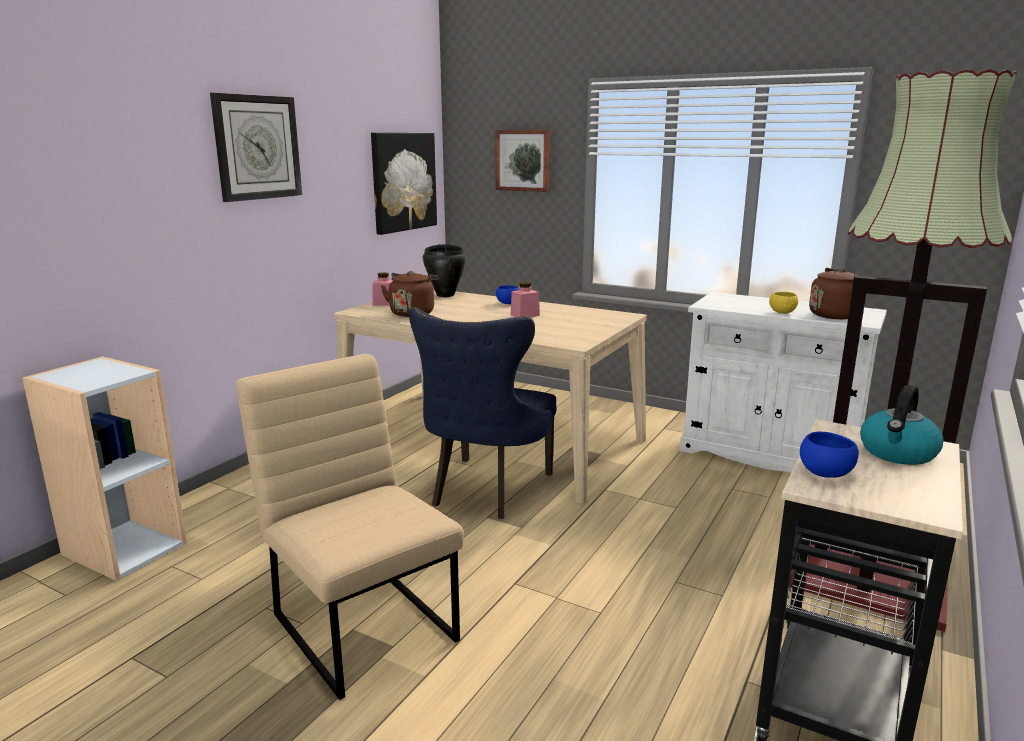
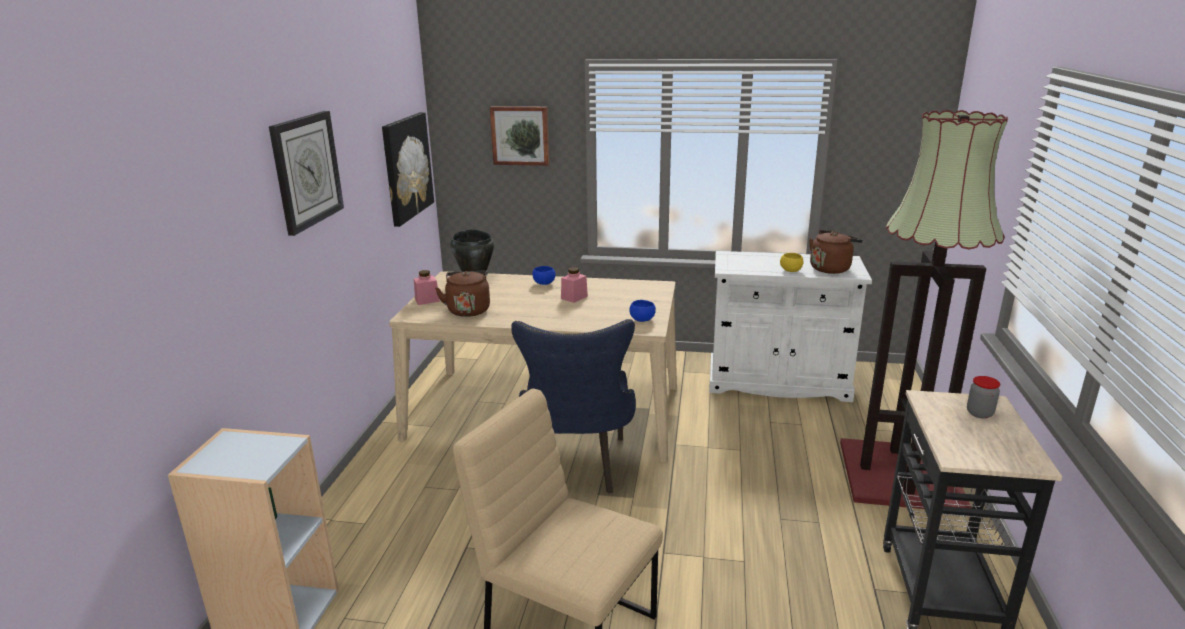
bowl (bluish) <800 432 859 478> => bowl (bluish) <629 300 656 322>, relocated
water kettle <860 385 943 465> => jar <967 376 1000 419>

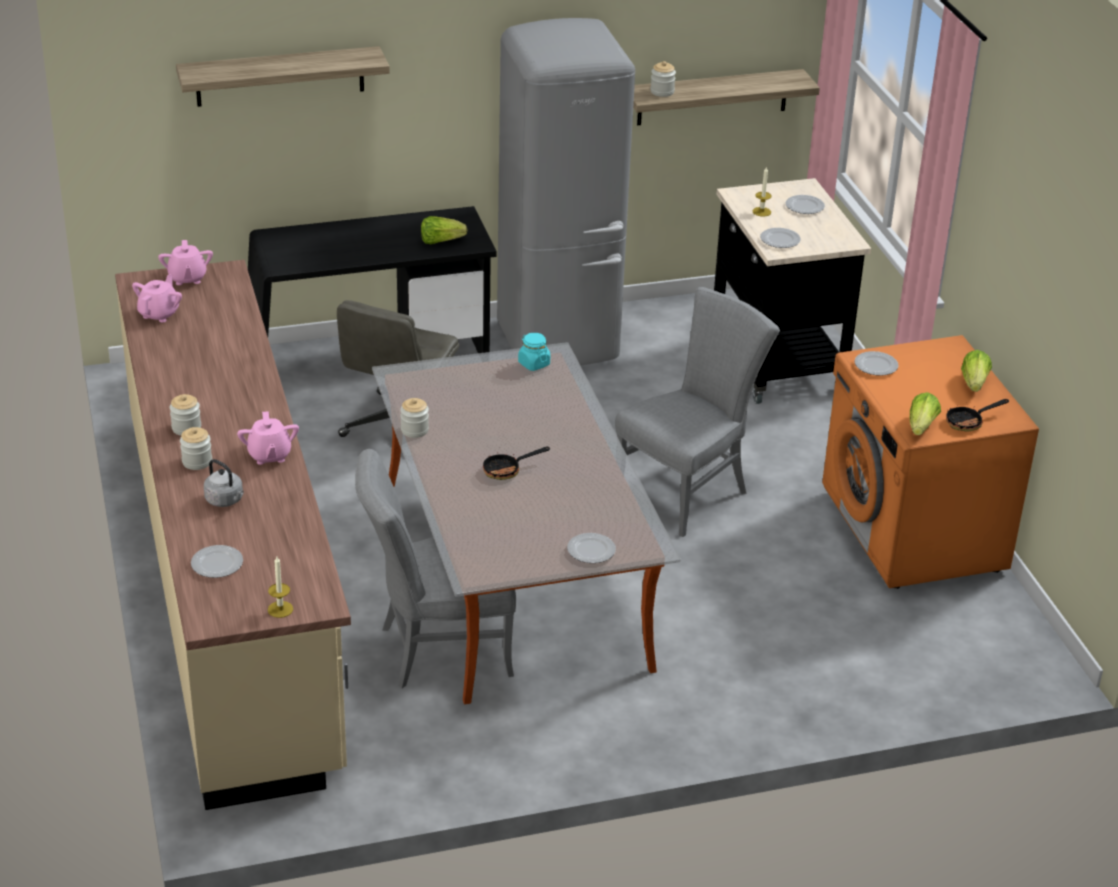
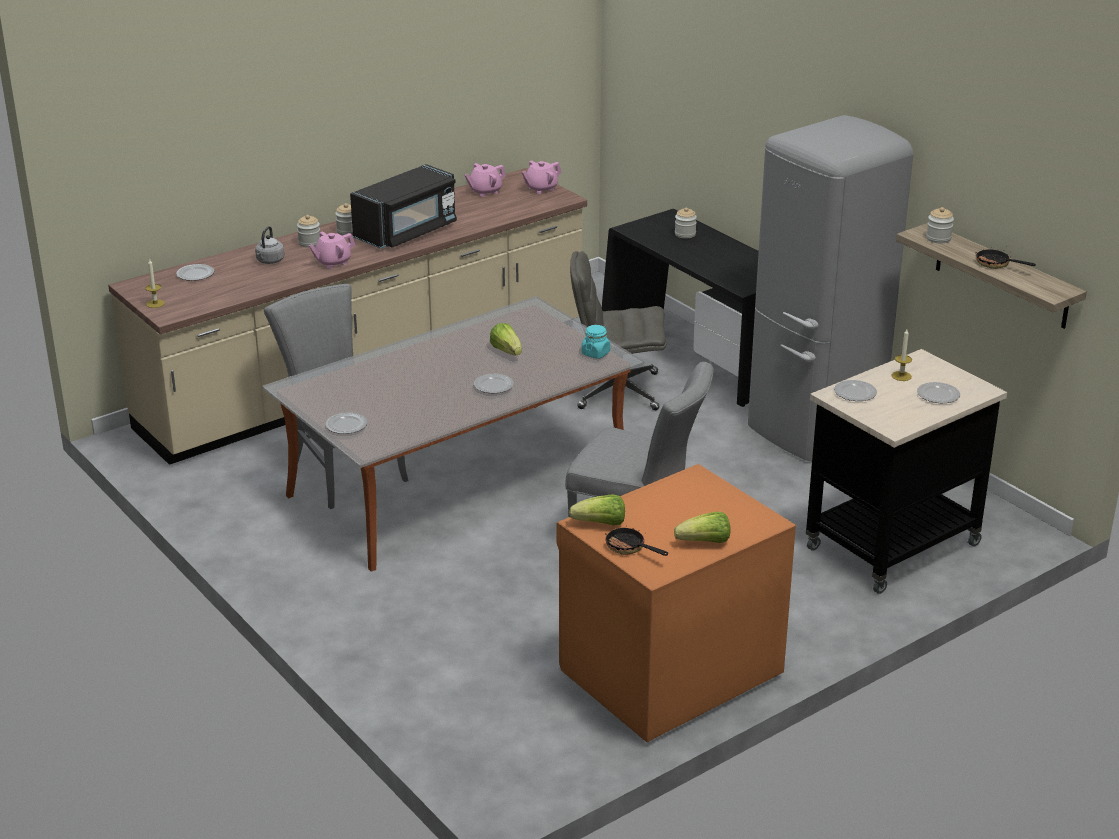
pot for tea (pink) <132 274 182 323> => pot for tea (pink) <465 163 506 197>, 150 degrees clockwise
wall shelf <176 46 390 107> => nothing
jar <400 398 429 438> => jar <675 207 697 239>, relocated
lettuce <421 216 467 244> => lettuce <490 323 522 355>, relocated
pan <483 447 550 480> => pan <976 249 1036 269>, relocated
dinner plate <855 351 899 376> => dinner plate <474 374 514 393>, relocated
nothing => kitchen microwave (blackish) <350 164 457 249>

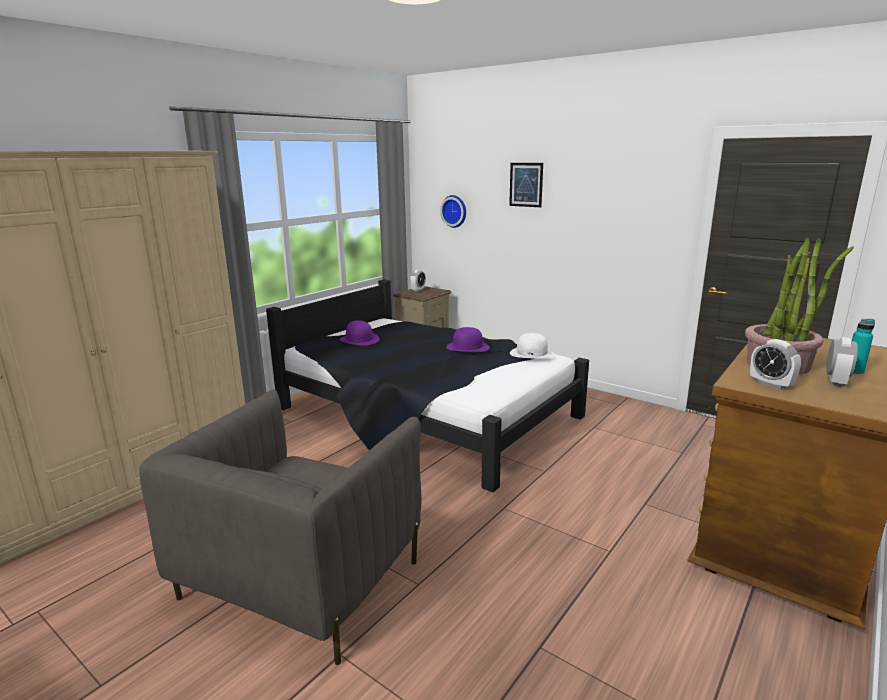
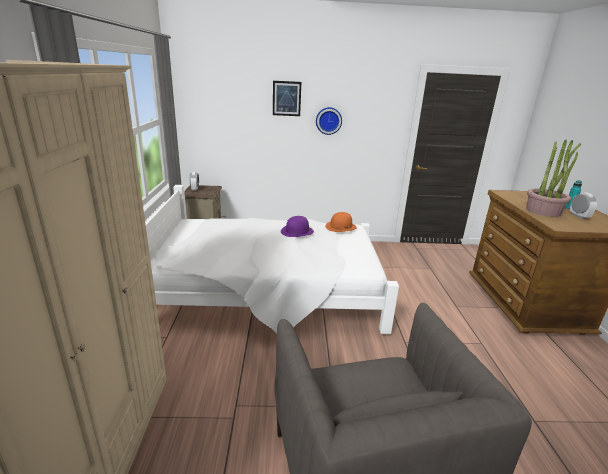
sleeping bed (blackish) <266 279 589 492> => sleeping bed (white) <145 185 399 334>
hat (purple) <340 320 379 345> => nothing
clock on the wall <440 195 466 228> => clock on the wall <316 107 342 135>, relocated
hat (white) <510 333 555 359> => hat (orange) <325 212 357 232>
bedside clock <750 339 801 390> => nothing

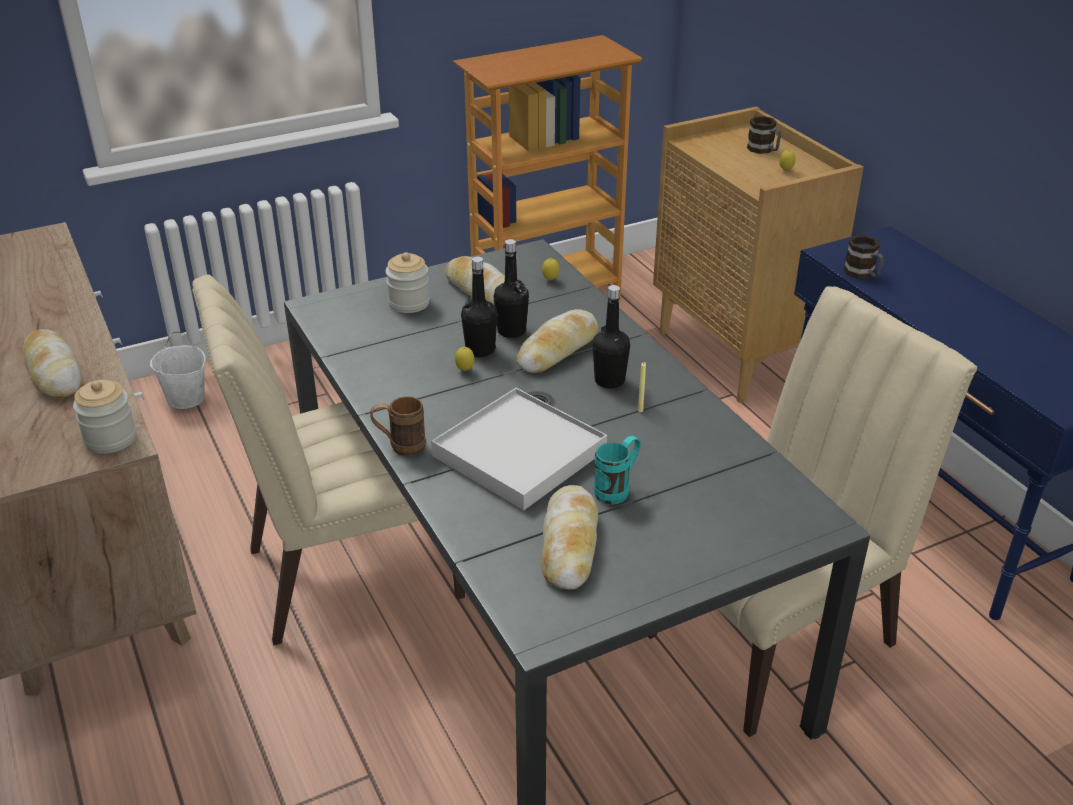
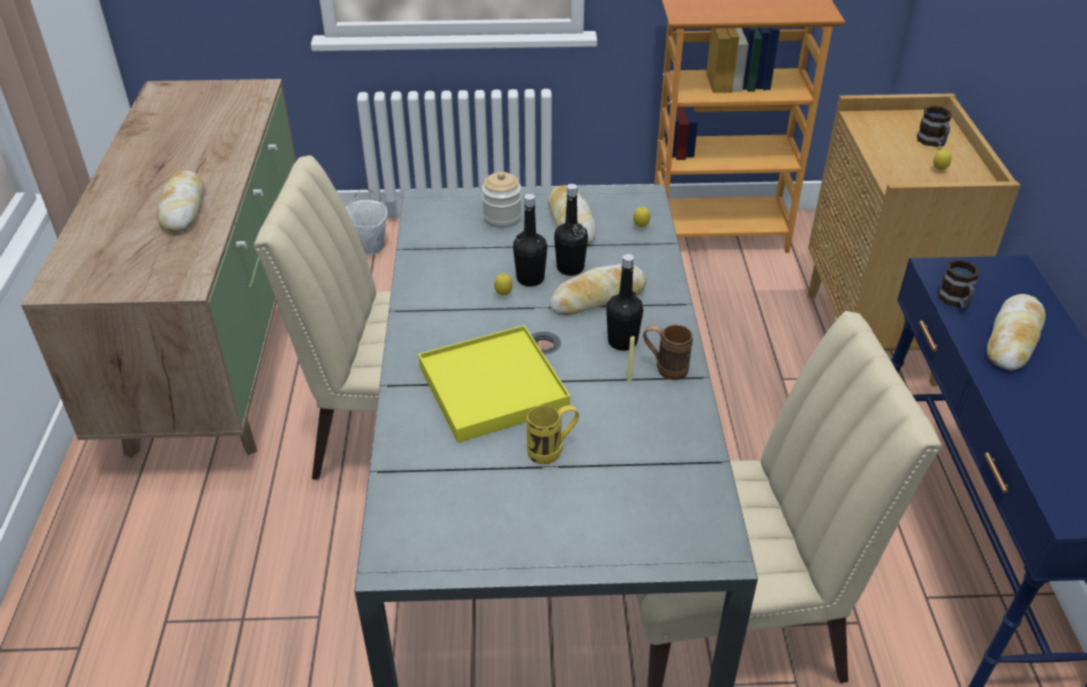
jar <73 380 136 454> => nothing
coffee mug (brown) <370 397 426 457> => coffee mug (brown) <643 325 693 380>, relocated
serving tray (white) <431 388 607 510> => serving tray (yellow) <418 325 570 443>
bread <541 485 598 590> => bread <987 294 1046 371>, relocated
coffee mug (turquoise) <594 436 641 505> => coffee mug (yellow) <526 405 579 464>

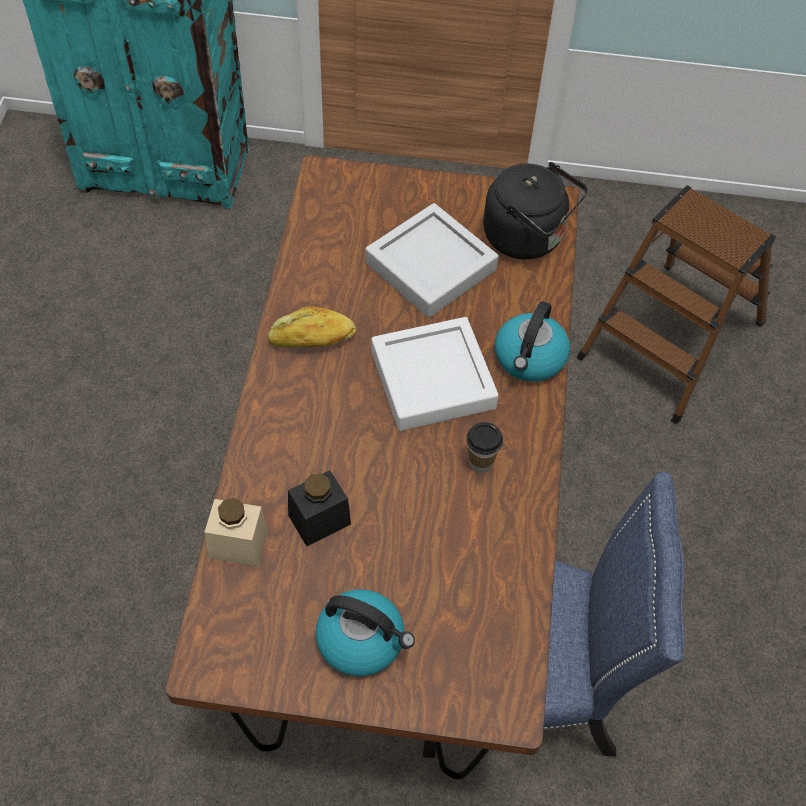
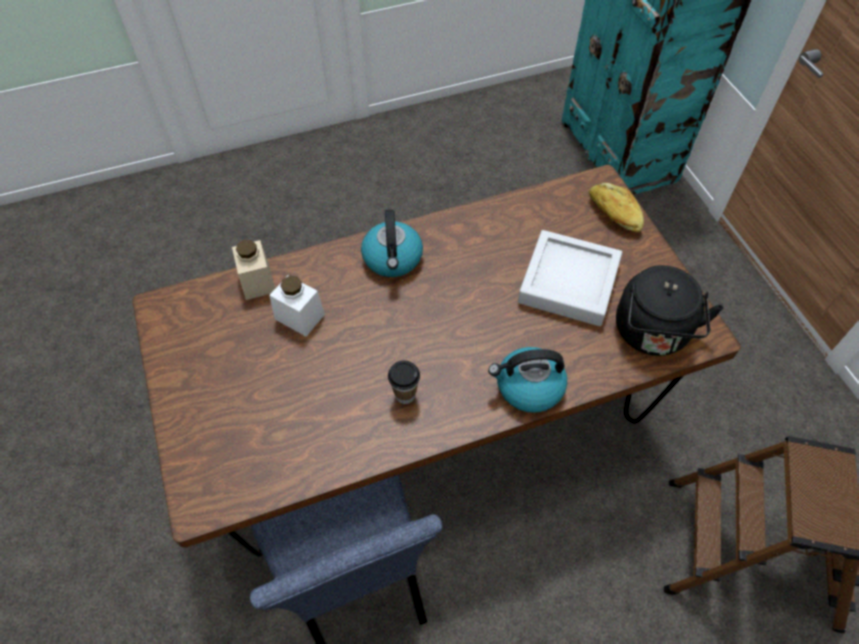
bread <268 306 357 348> => bread <589 183 644 232>, relocated
jar (blackish) <288 470 351 546> => jar (white) <269 275 325 336>
water kettle <315 589 415 676> => water kettle <361 209 423 277>, relocated
serving tray (white) <371 317 499 431> => nothing

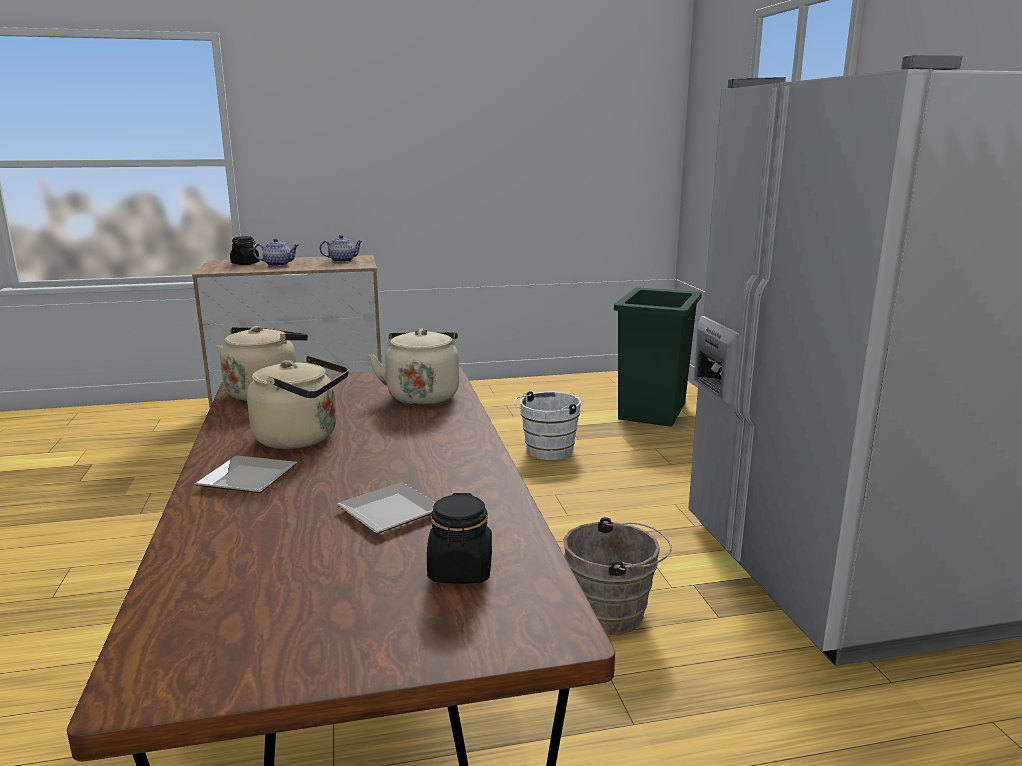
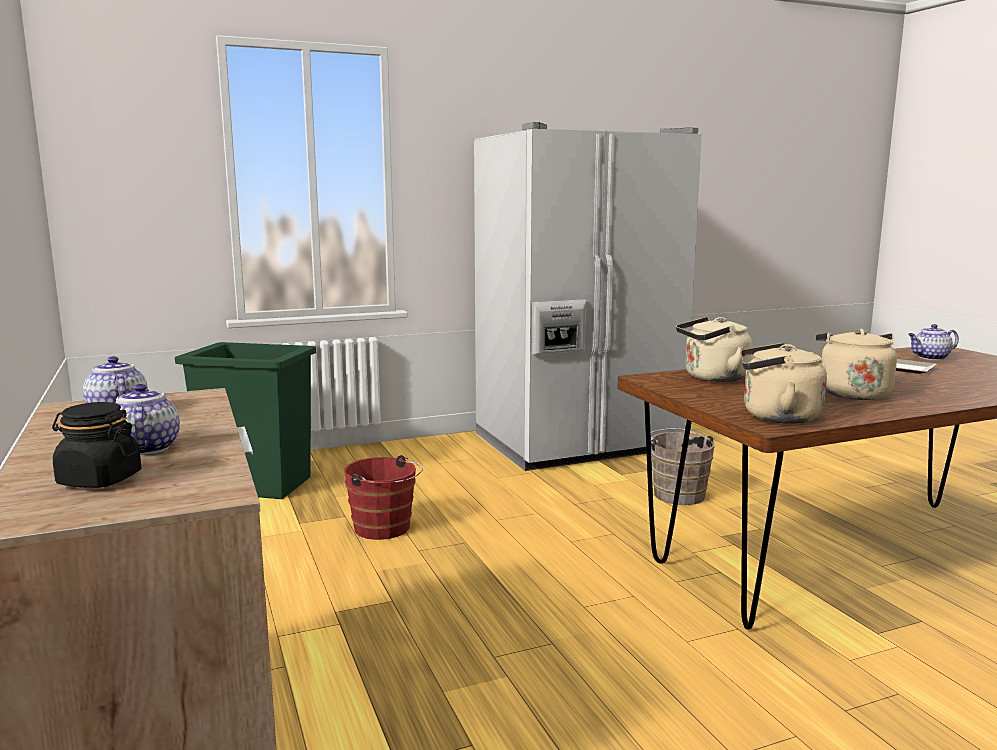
dinner plate <195 456 297 493> => nothing
jar (blackish) <427 493 492 584> => pot for tea <908 324 959 360>
pail (white) <514 391 581 460> => pail (red-coloured) <344 455 423 540>

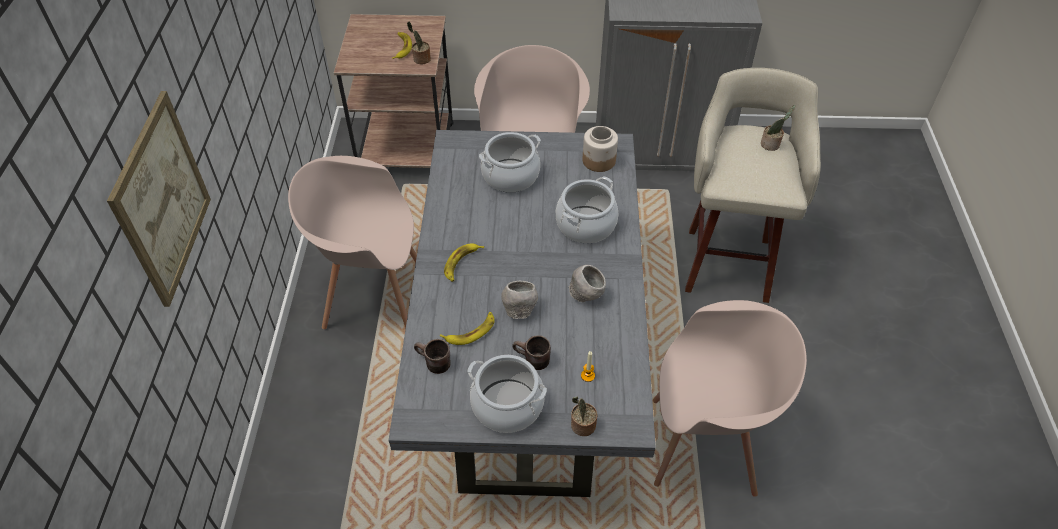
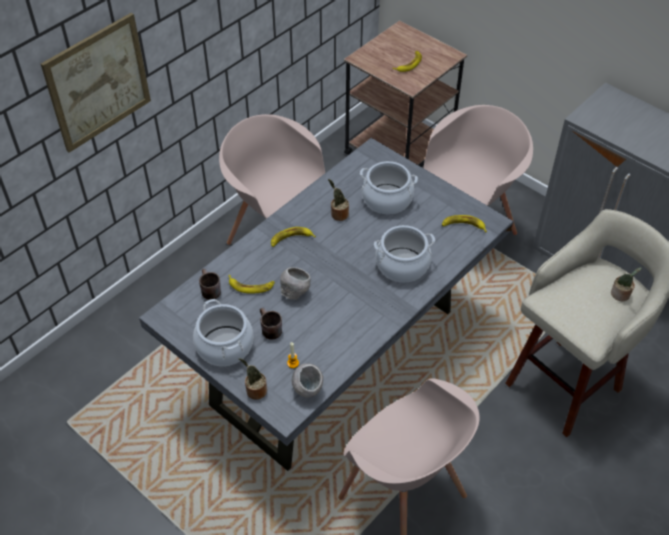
plant in a pot <407 22 431 64> => plant in a pot <328 179 349 221>, relocated
bowl (gray) <569 265 606 302> => bowl (gray) <292 363 323 397>, relocated
jar <582 126 618 172> => banana fruit <442 215 487 232>

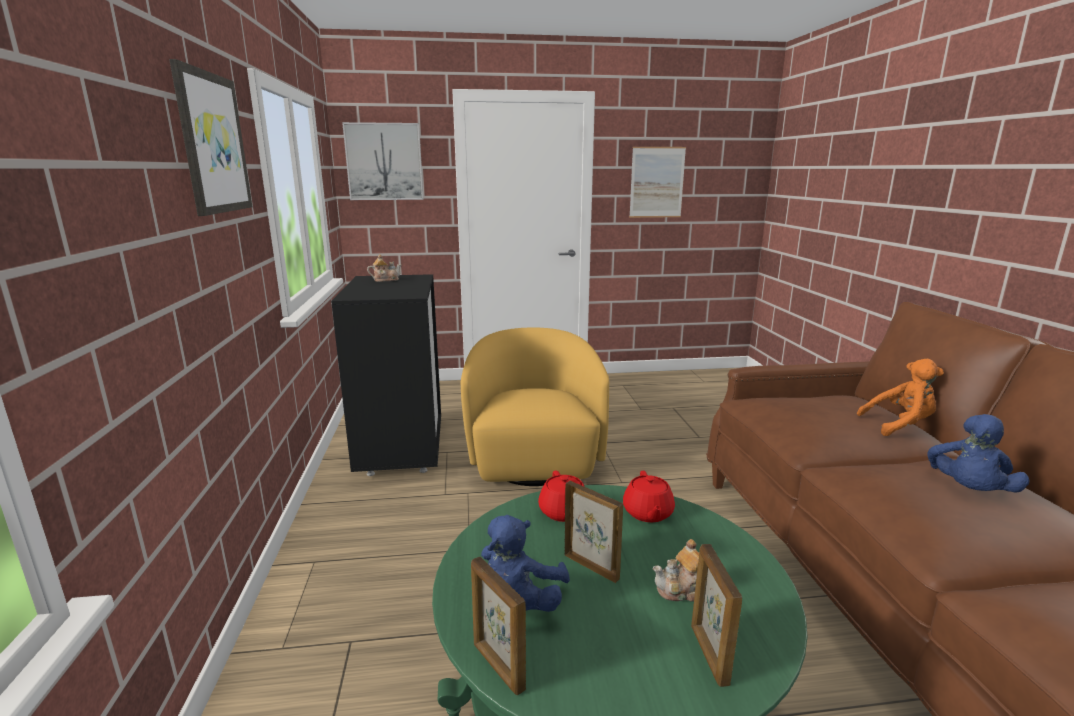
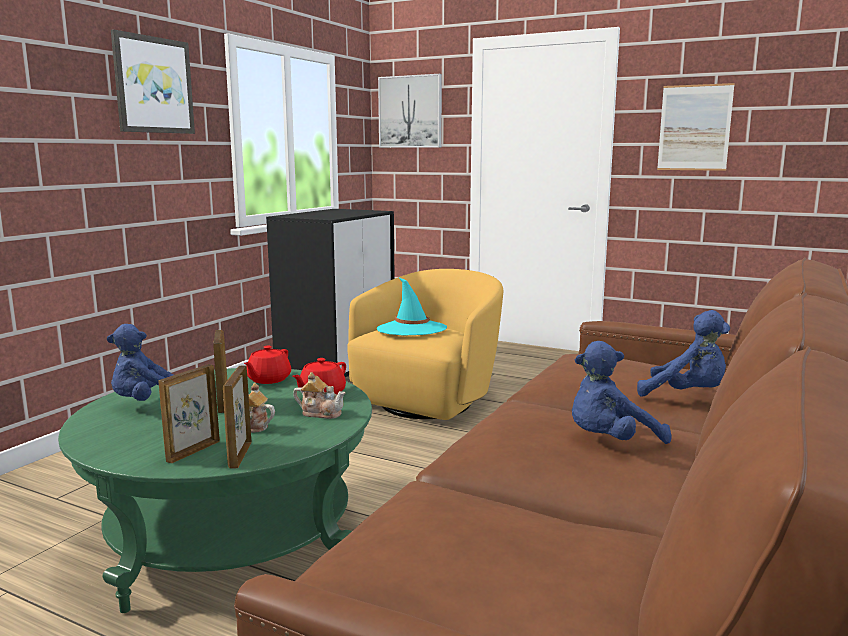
pot for tea <367 254 402 282> => pot for tea <293 372 345 419>, relocated
picture frame <471 557 526 695> => picture frame <223 365 252 469>, relocated
cuddly toy (orange) <857 359 944 436> => cuddly toy (bluish) <637 310 730 396>
nothing => hat (turquoise) <377 277 447 336>

